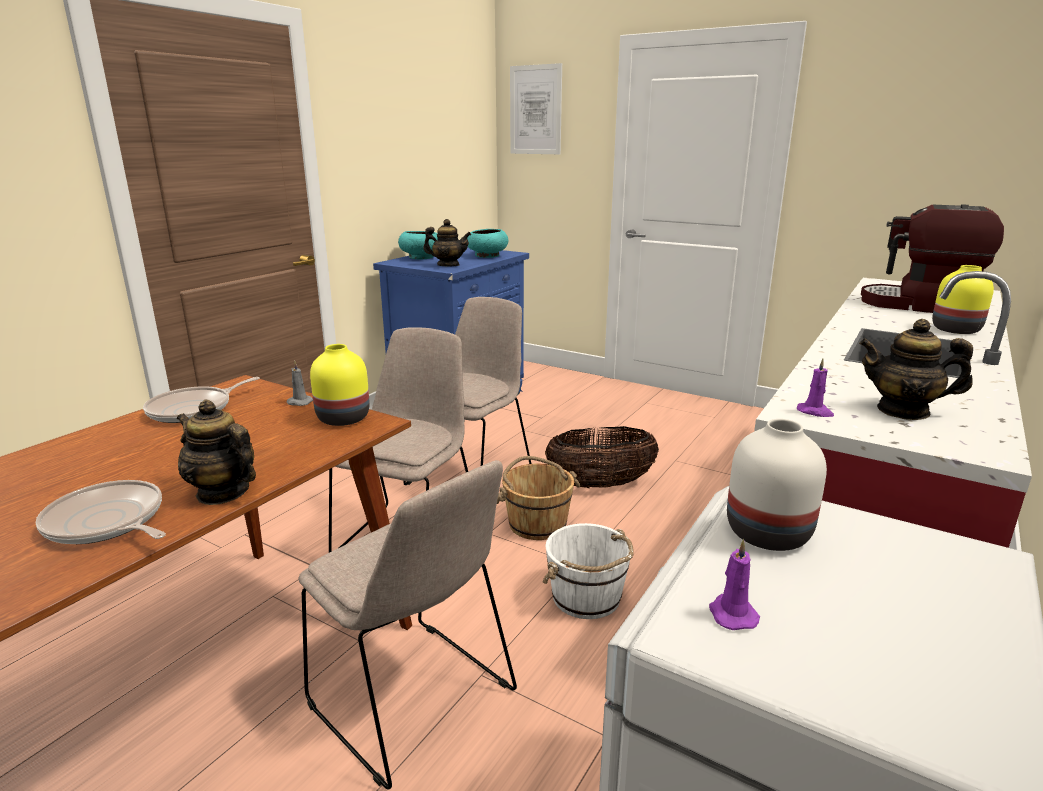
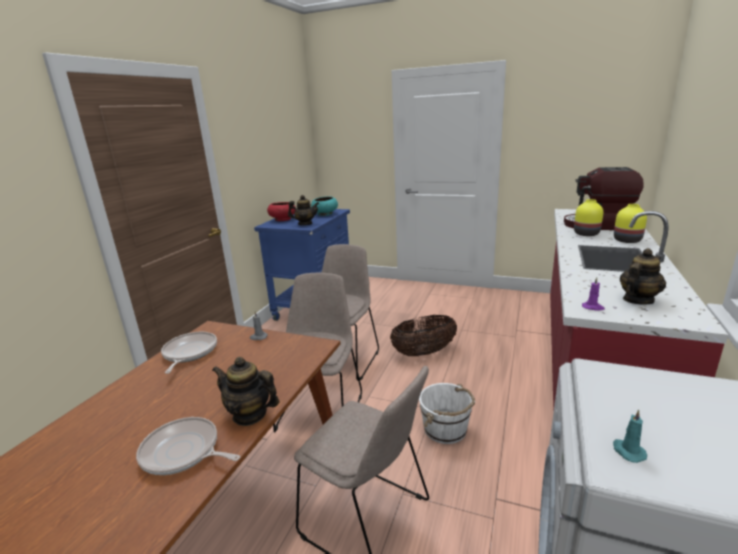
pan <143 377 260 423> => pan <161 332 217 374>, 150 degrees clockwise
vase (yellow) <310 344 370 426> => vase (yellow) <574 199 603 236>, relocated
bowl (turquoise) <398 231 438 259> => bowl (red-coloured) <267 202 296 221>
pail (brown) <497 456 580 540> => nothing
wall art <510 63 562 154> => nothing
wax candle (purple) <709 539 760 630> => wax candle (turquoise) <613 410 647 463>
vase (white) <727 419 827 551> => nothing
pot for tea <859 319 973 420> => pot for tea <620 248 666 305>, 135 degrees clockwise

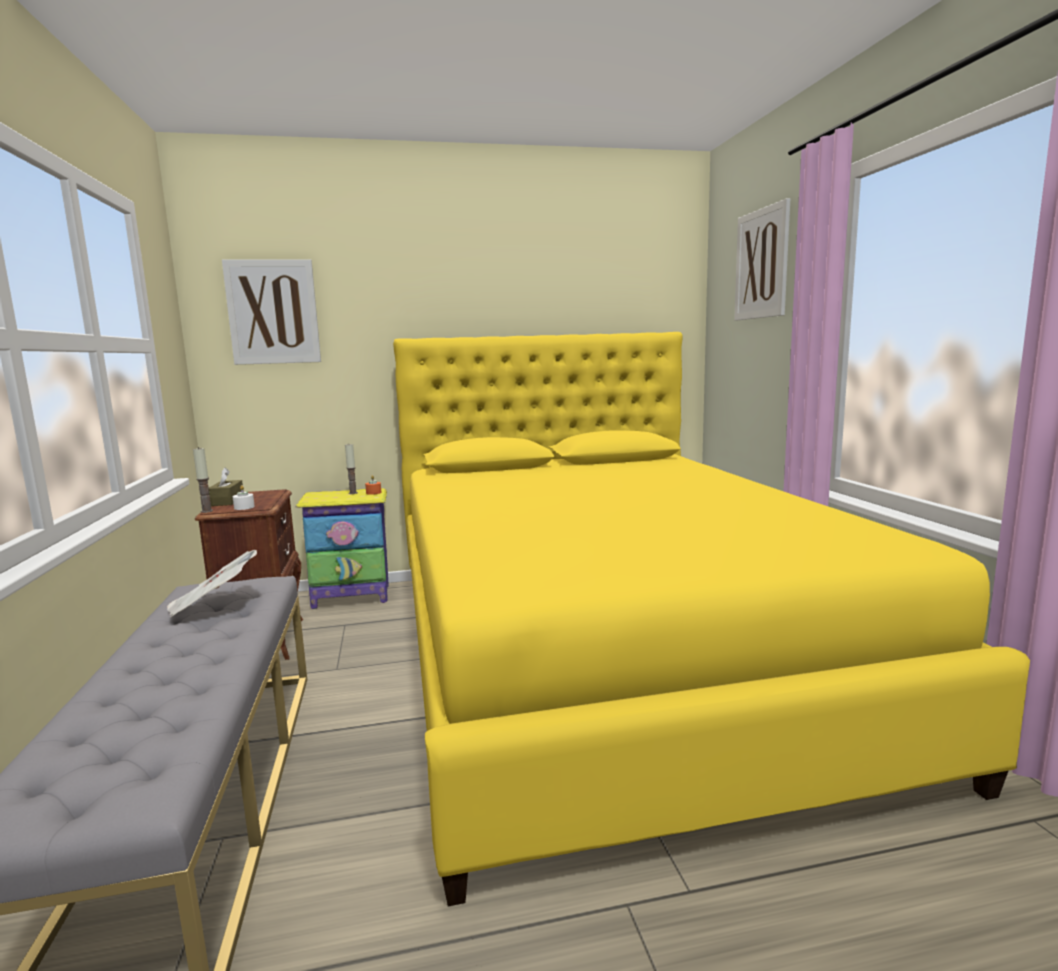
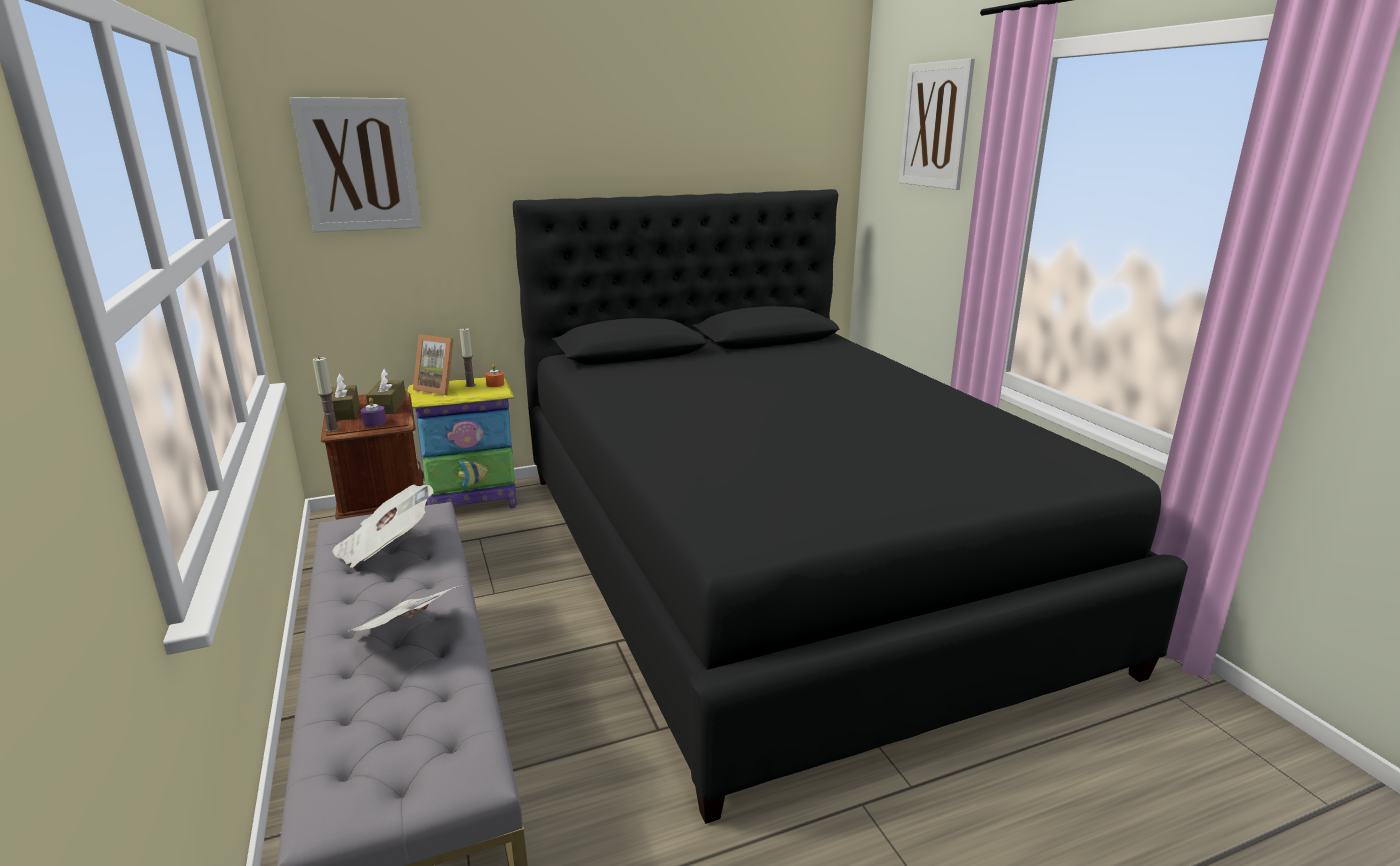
wax candle (white) <233 485 255 510> => wax candle (purple) <361 398 386 427>
sleeping bed (yellow) <393 332 1030 906> => sleeping bed (blackish) <513 189 1188 824>
nothing => daily paper <348 585 462 632>
nothing => box of tissues (brown) <366 368 406 414>
nothing => picture frame <413 334 454 395>

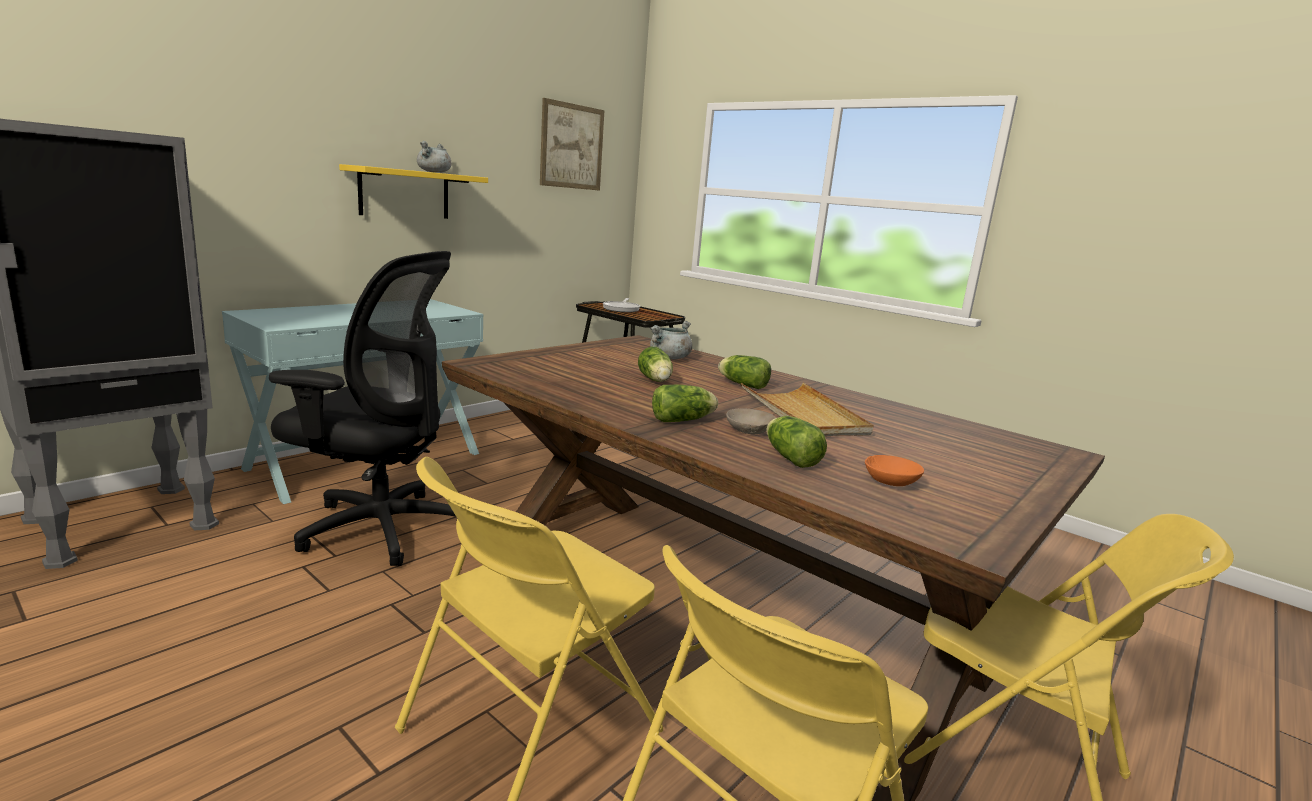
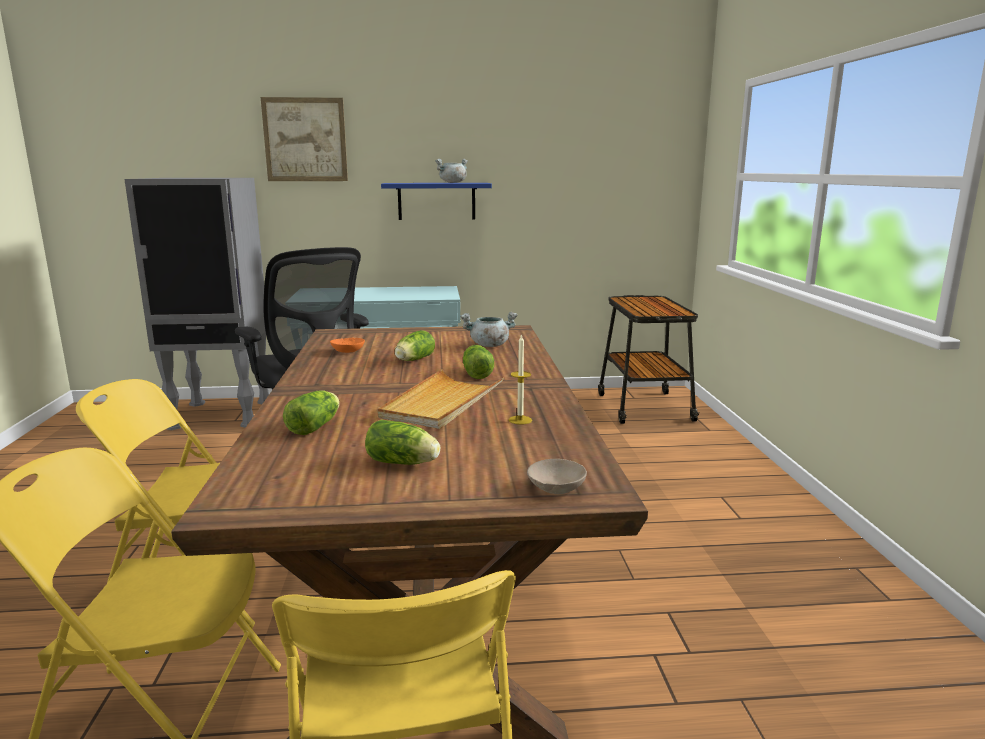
wall shelf (yellow) <339 164 488 219> => wall shelf (bluish) <381 183 492 220>
wall art <540 98 604 191> => wall art <261 97 348 181>, relocated
pan <603 298 640 312> => nothing
lettuce <652 385 718 422> => lettuce <365 419 440 465>, relocated
bowl (beige) <726 409 776 435> => bowl (beige) <527 459 587 494>, relocated
bowl (orange) <865 455 924 486> => bowl (orange) <330 338 365 353>, relocated
nothing => wax candle <509 334 532 425>

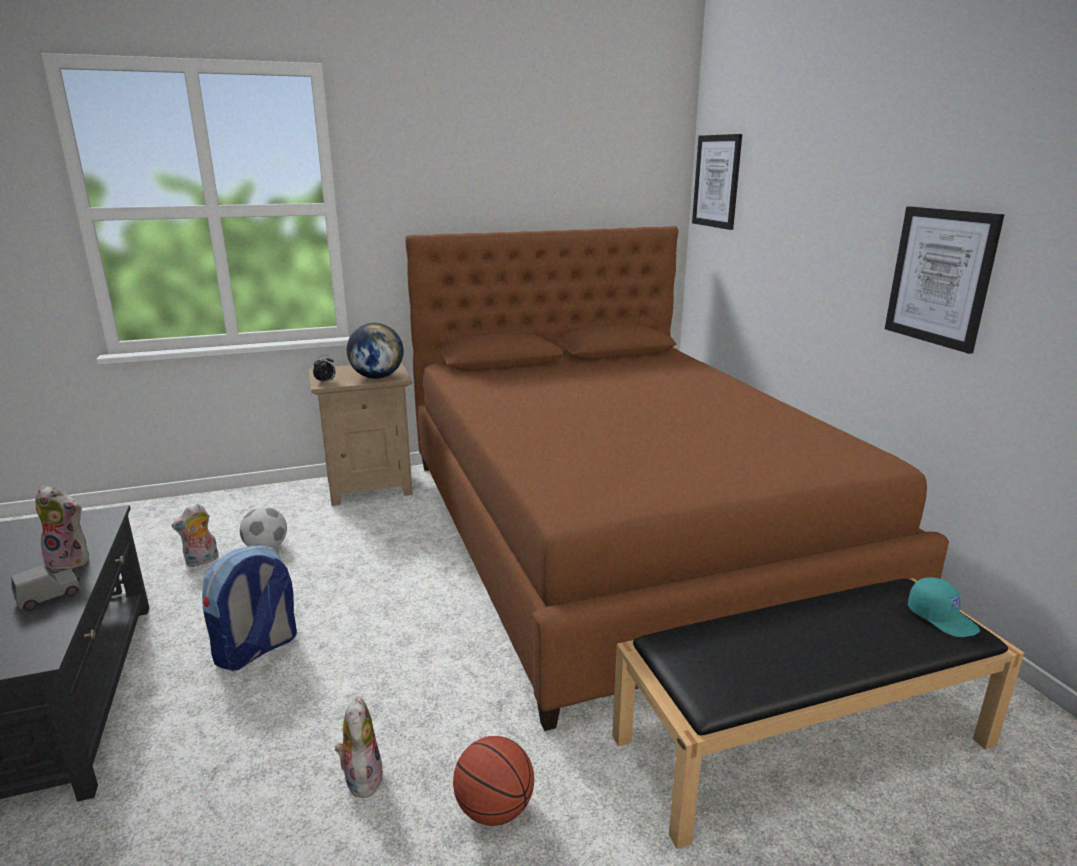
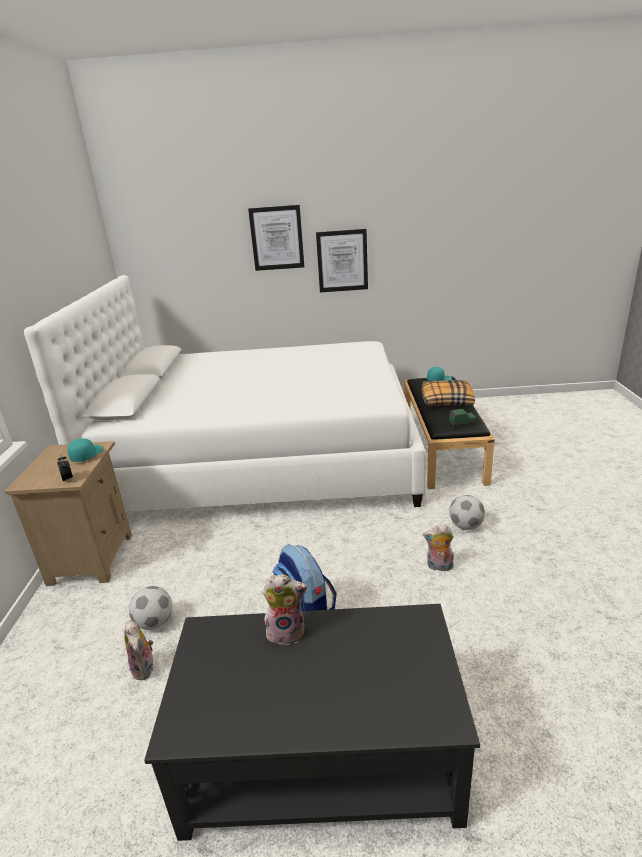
model car (gray) <11 566 80 611> => nothing
cuddly toy <35 485 89 572> => cuddly toy <263 575 307 646>, 60 degrees clockwise
world globe <347 323 404 379> => cap (turquoise) <67 438 103 462>
sleeping bed (brown) <405 226 949 731> => sleeping bed (white) <24 275 426 512>
basketball ball <453 736 534 826> => ball for football <449 495 485 530>
wall art <692 134 742 230> => wall art <248 205 304 271>, relocated
nothing => throw pillow <421 380 475 406>
nothing => model car (green-coloured) <449 409 477 427>

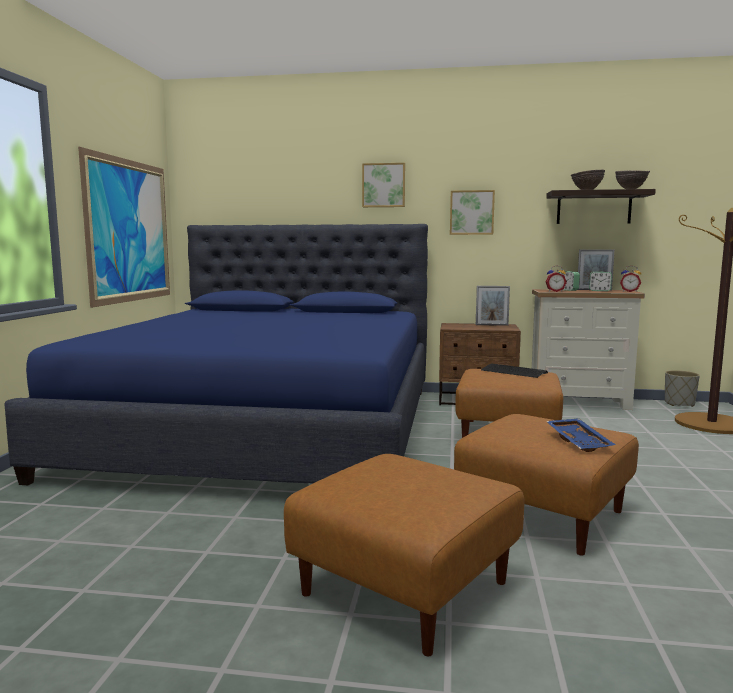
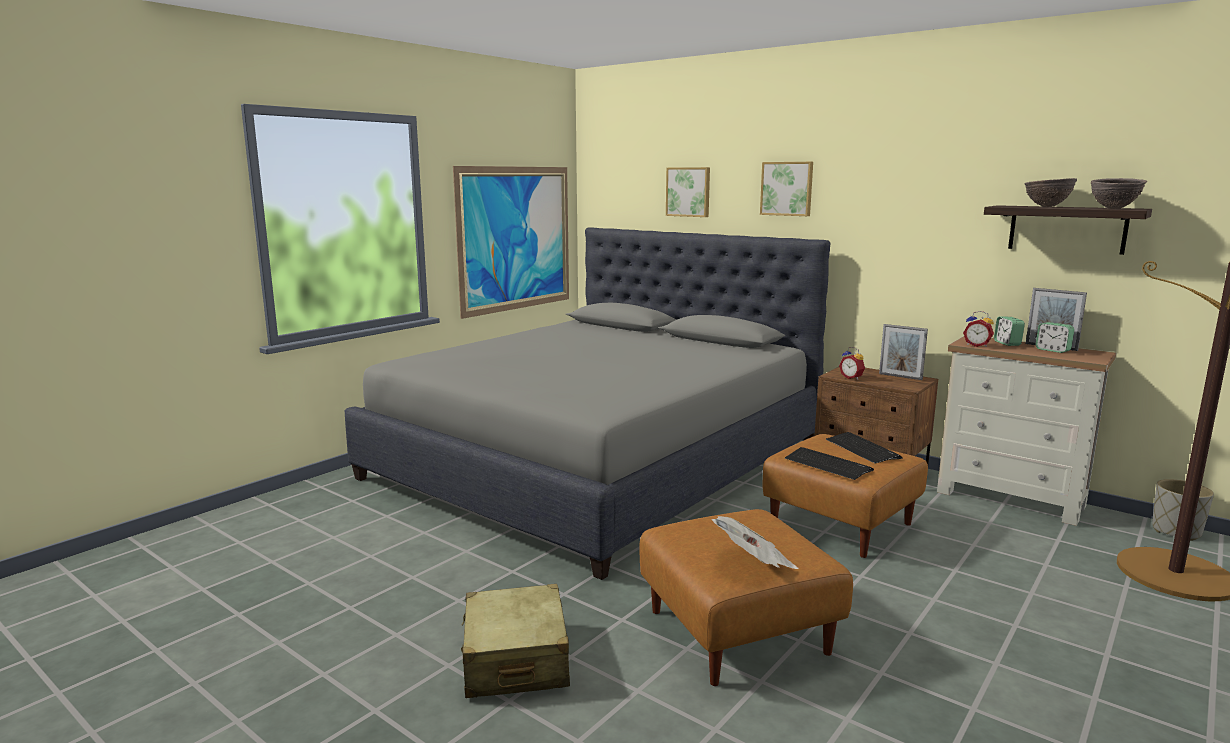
sleeping bed (bluish) <4 224 428 485> => sleeping bed (gray) <345 227 830 580>
pouffe (brown) <284 454 524 656> => piece of luggage (beige) <461 584 570 698>
wall art <450 190 495 235> => wall art <666 167 710 217>, relocated
serving tray (bluish) <546 418 616 452> => daily paper <711 516 798 569>
bedside clock <620 266 641 292> => bedside clock <839 347 865 380>, relocated
nothing => computer keyboard <785 447 874 480>

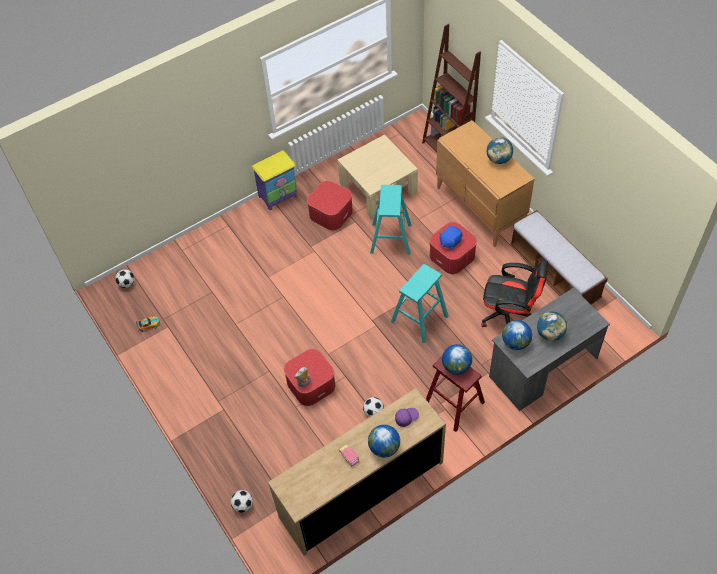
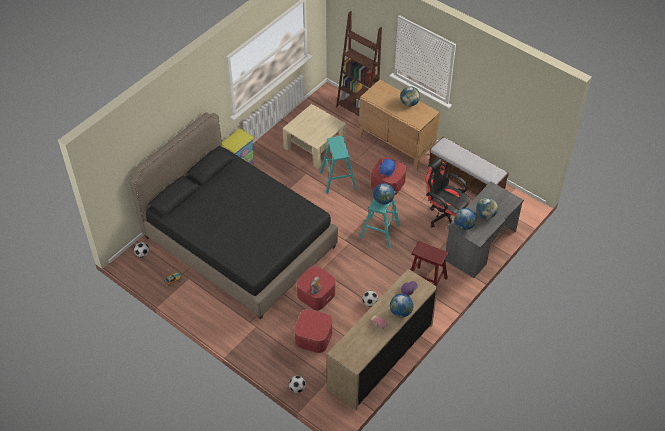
pouffe <307 181 353 230> => pouffe <294 309 333 353>, relocated
world globe <442 344 472 375> => world globe <373 183 395 205>, relocated
computer chair (blackish) <481 260 549 328> => computer chair (blackish) <425 158 470 228>, 135 degrees counterclockwise
nothing => sleeping bed (blackish) <129 112 338 320>

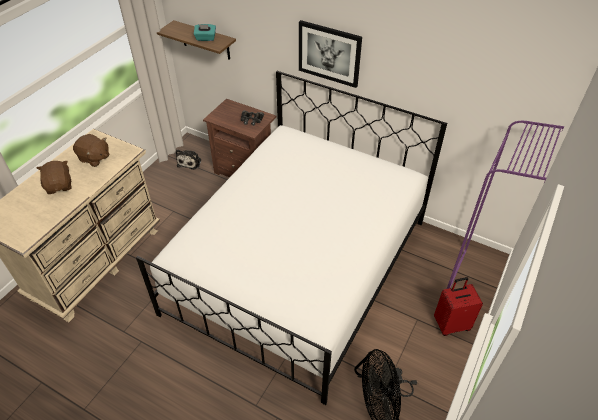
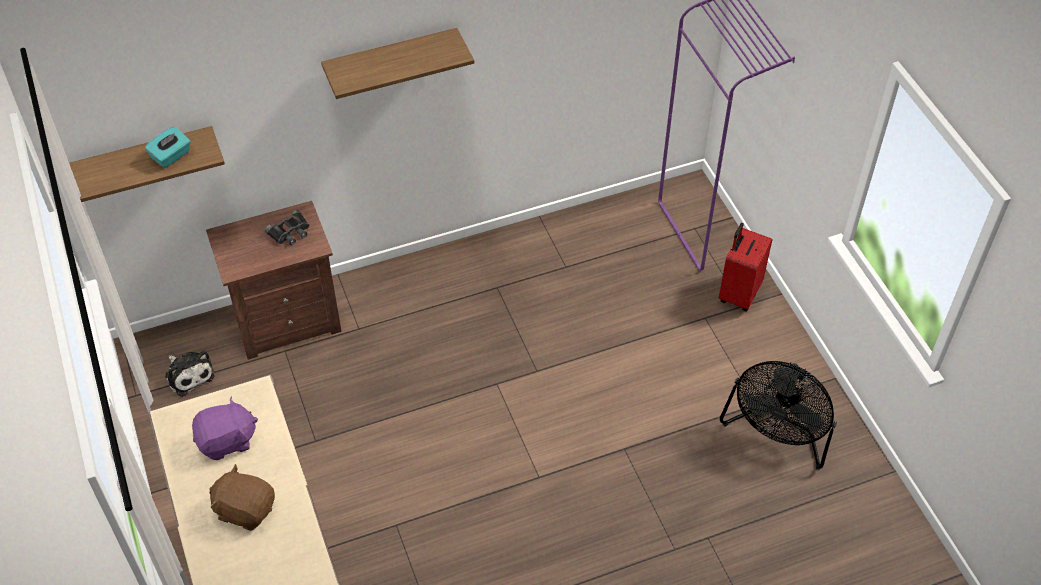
cuddly toy (brown) <73 134 109 167> => cuddly toy (purple) <192 396 258 460>
sleeping bed (white) <136 71 447 405> => nothing
wall art <299 20 362 88> => wall shelf <321 28 474 99>

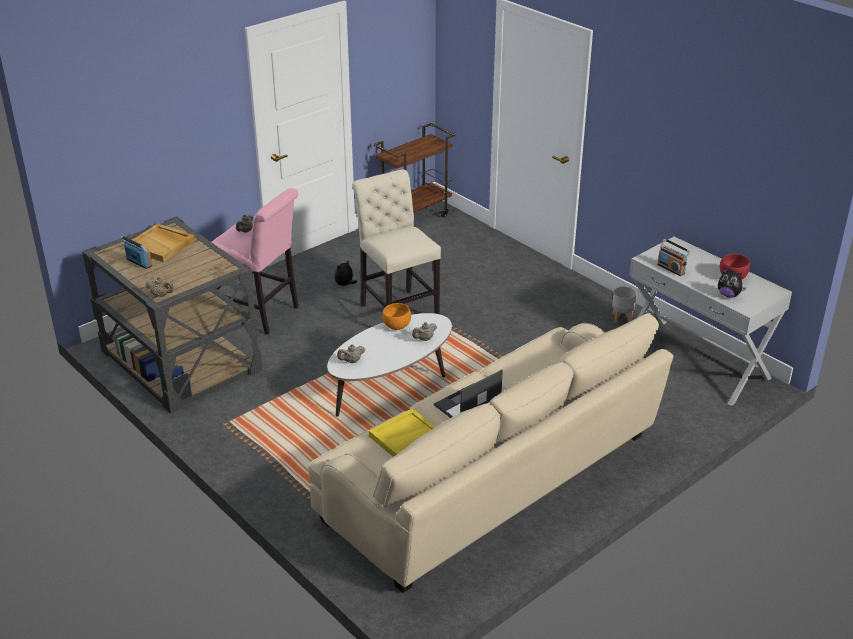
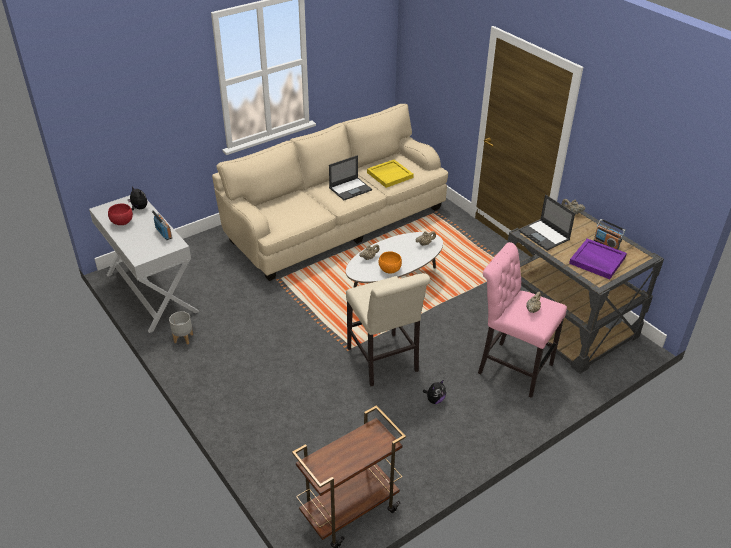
serving tray (beige) <132 223 195 262> => serving tray (purple) <569 239 627 279>
nothing => laptop <519 194 575 251>

